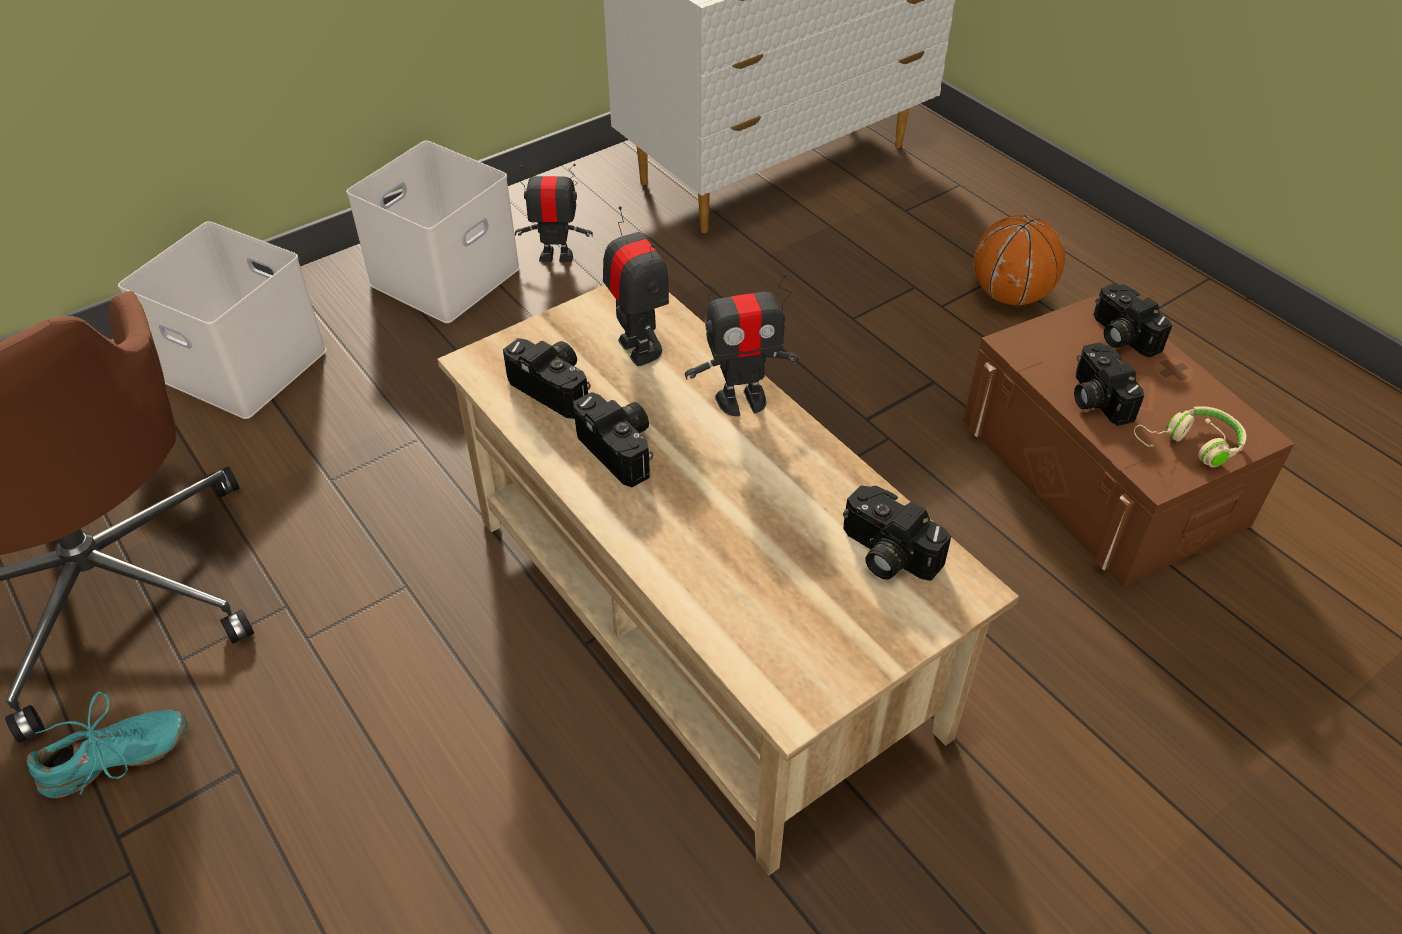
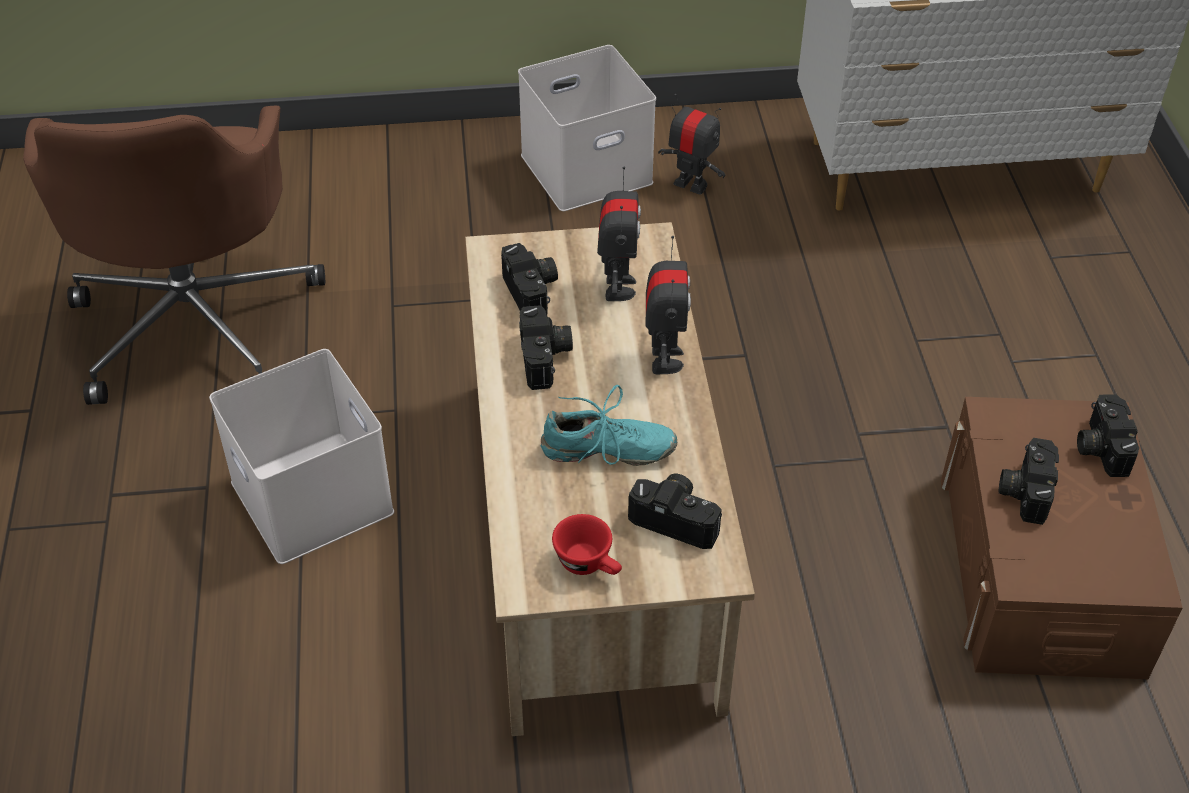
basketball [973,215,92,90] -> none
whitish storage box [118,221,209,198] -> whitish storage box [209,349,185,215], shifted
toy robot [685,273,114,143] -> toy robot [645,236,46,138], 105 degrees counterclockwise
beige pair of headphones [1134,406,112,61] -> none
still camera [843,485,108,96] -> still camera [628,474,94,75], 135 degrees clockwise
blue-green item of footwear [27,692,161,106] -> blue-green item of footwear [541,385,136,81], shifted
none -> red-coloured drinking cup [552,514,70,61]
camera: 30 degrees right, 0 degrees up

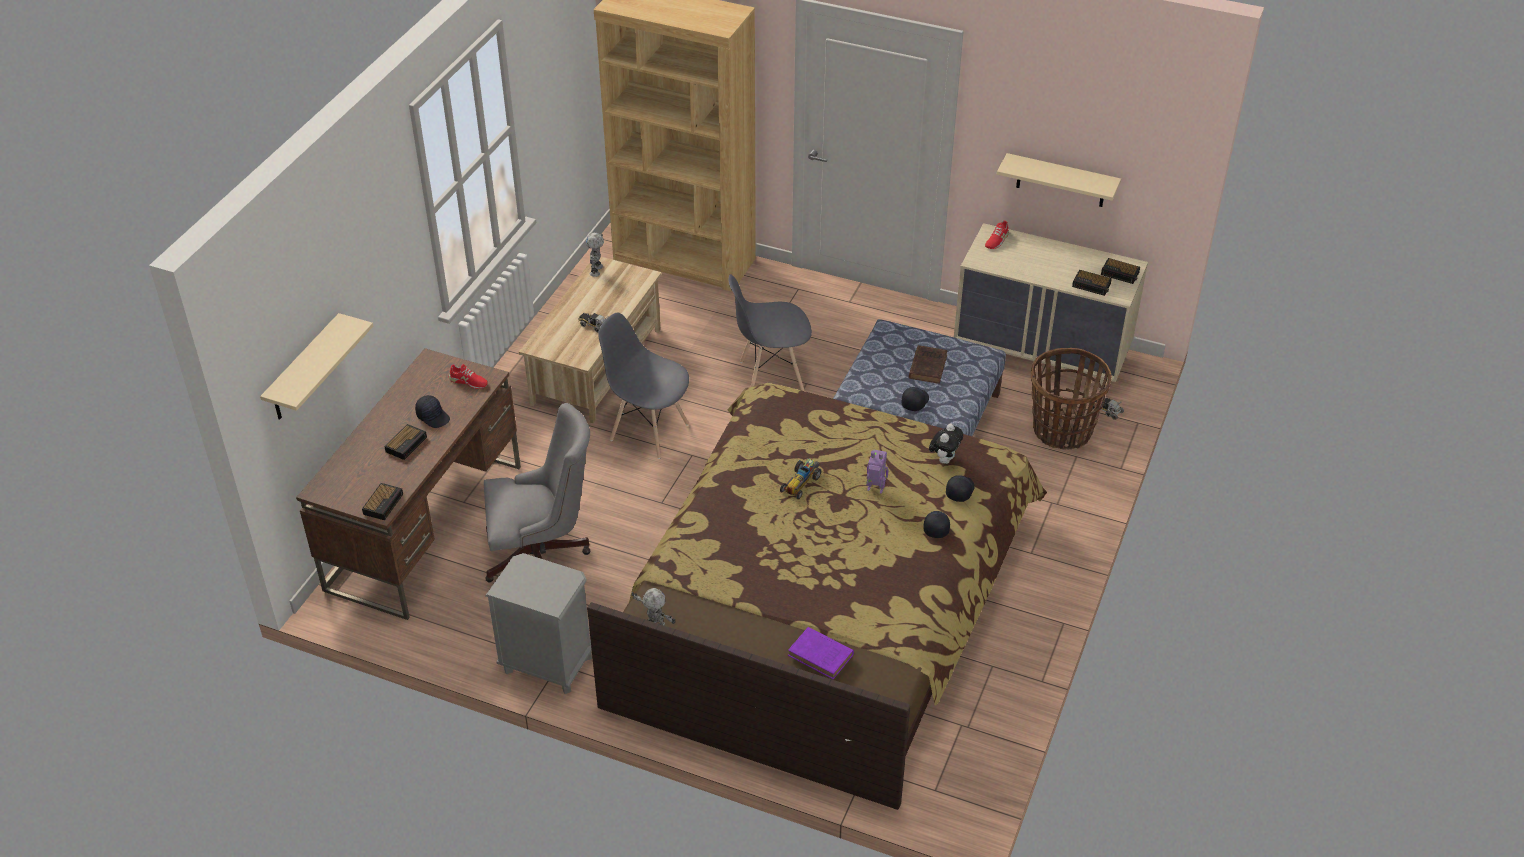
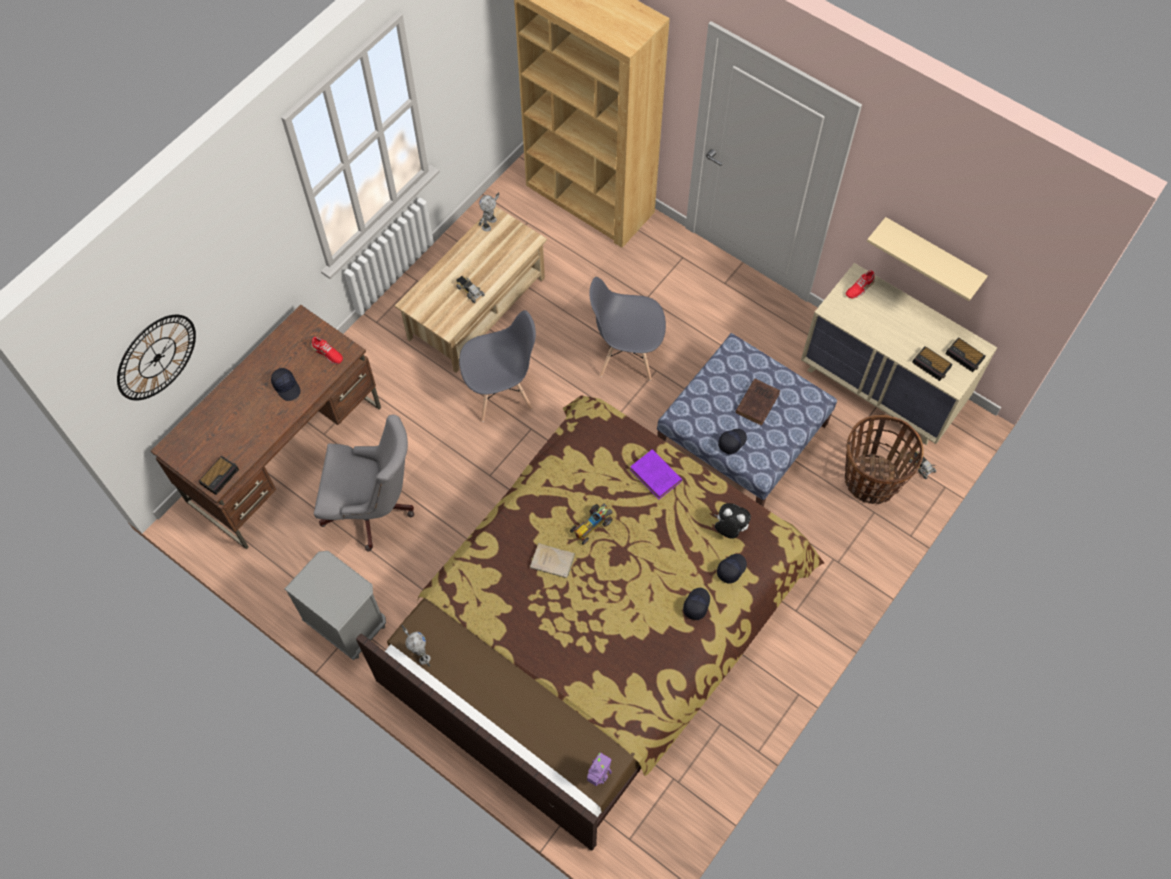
beige wall shelf [260,313,113,107] -> clock on the wall [117,315,79,85]
grey chair [598,313,91,146] -> grey chair [459,310,77,112], 120 degrees clockwise
alarm clock [384,424,43,36] -> none
plush toy [929,424,34,40] -> plush toy [714,503,37,36], 105 degrees counterclockwise
toy robot [867,450,21,44] -> toy robot [587,753,25,33], shifted
purple bound book [788,627,66,52] -> purple bound book [630,449,52,50], shifted
none -> beige bound book [530,543,45,35]
camera: 15 degrees right, 20 degrees up

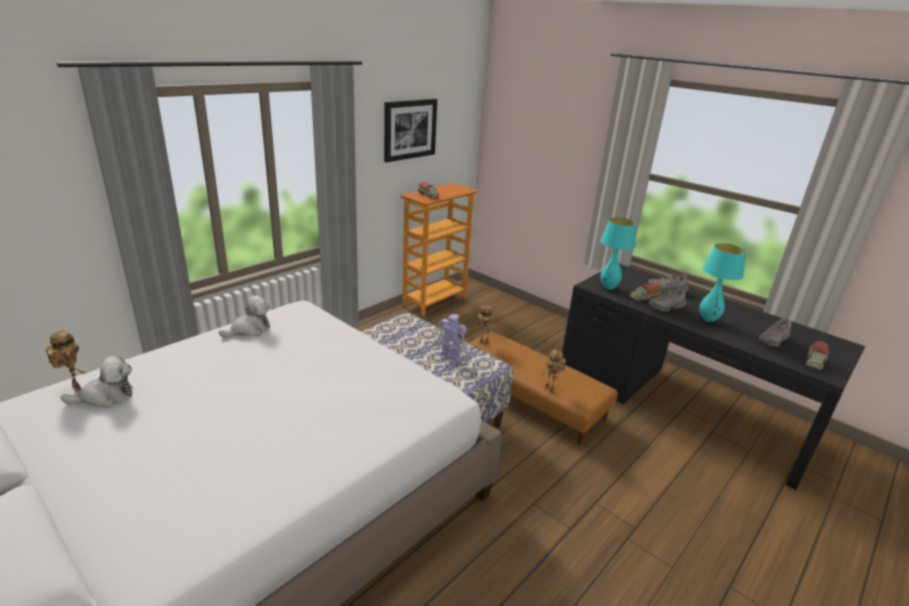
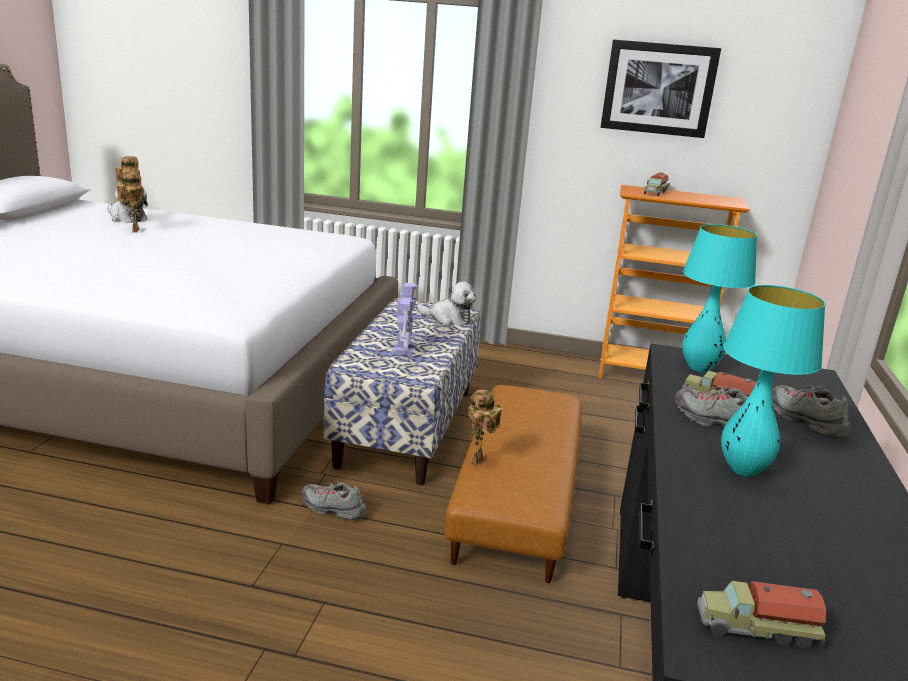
plush toy [219,295,51,43] -> plush toy [417,281,59,45], shifted
toy robot [478,305,16,39] -> toy robot [116,172,28,61], shifted
grey item of footwear [759,318,33,29] -> grey item of footwear [301,481,65,39], shifted
camera: 60 degrees right, 5 degrees down

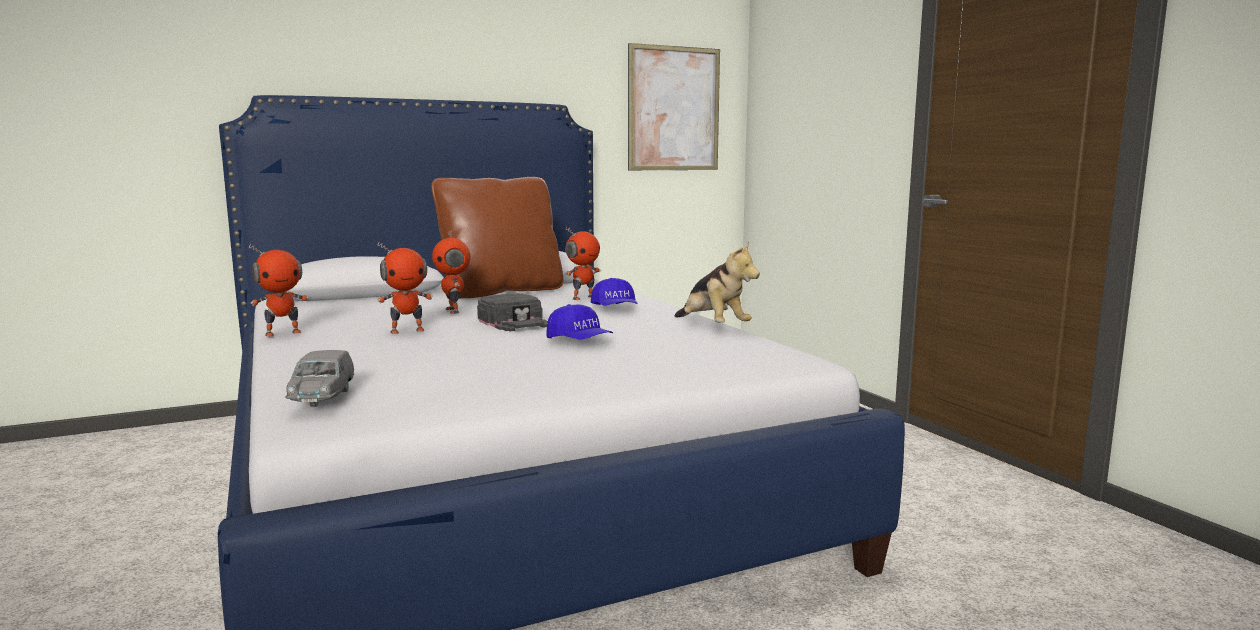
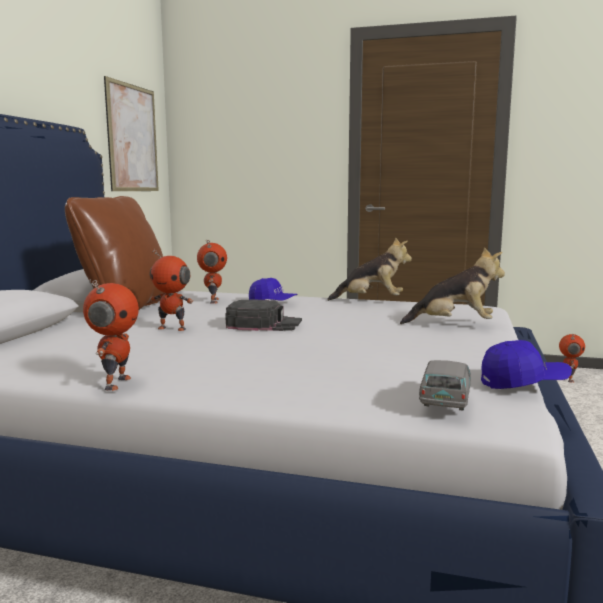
toy robot [378,242,54,92] -> toy robot [559,334,26,49], shifted
blue baseball cap [547,304,66,36] -> blue baseball cap [481,340,91,49], shifted
grey miniature car [285,350,69,57] -> grey miniature car [419,360,52,51], 105 degrees counterclockwise
none -> plush toy [400,247,105,77]
camera: 50 degrees left, 0 degrees up

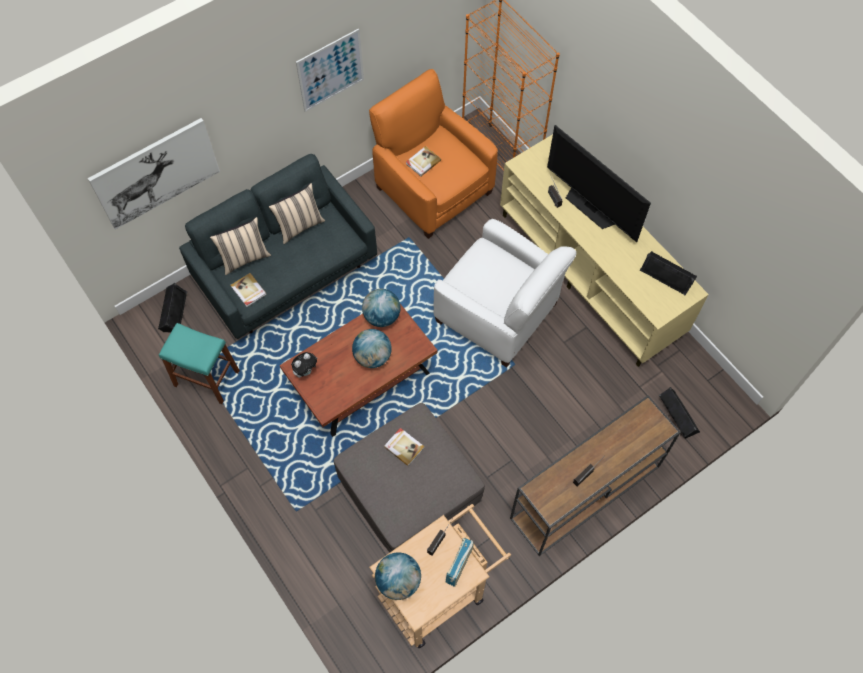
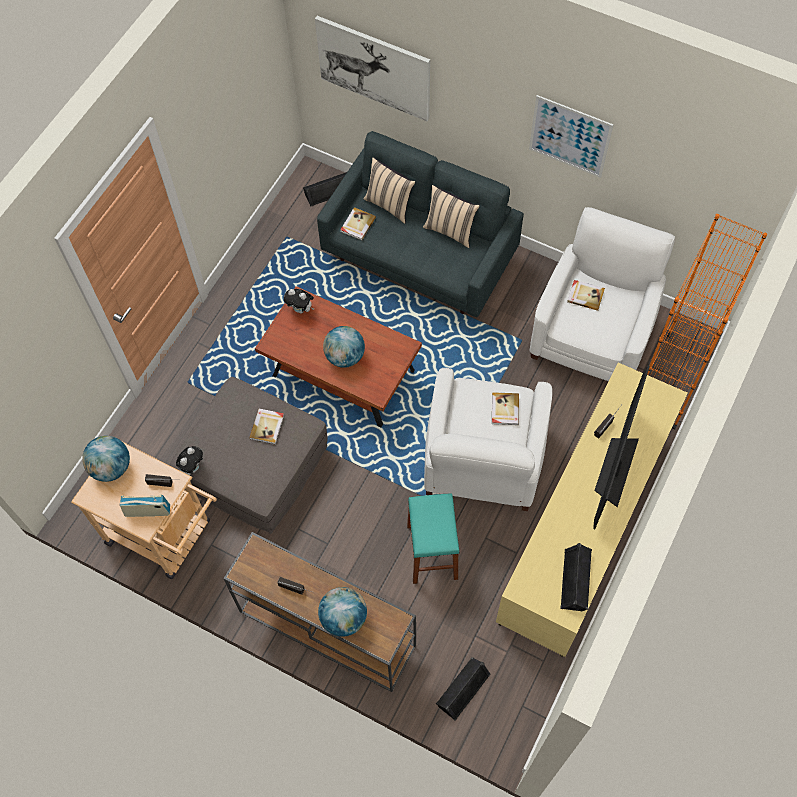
orange armchair [369,69,129,170] -> whitish armchair [529,207,146,174]
globe [362,289,39,38] -> globe [318,587,49,50], shifted
blue-green stool [159,323,81,81] -> blue-green stool [407,493,53,91], shifted
none -> bound book [492,392,27,33]
none -> plush toy [176,446,27,29]
camera: 65 degrees right, 0 degrees up

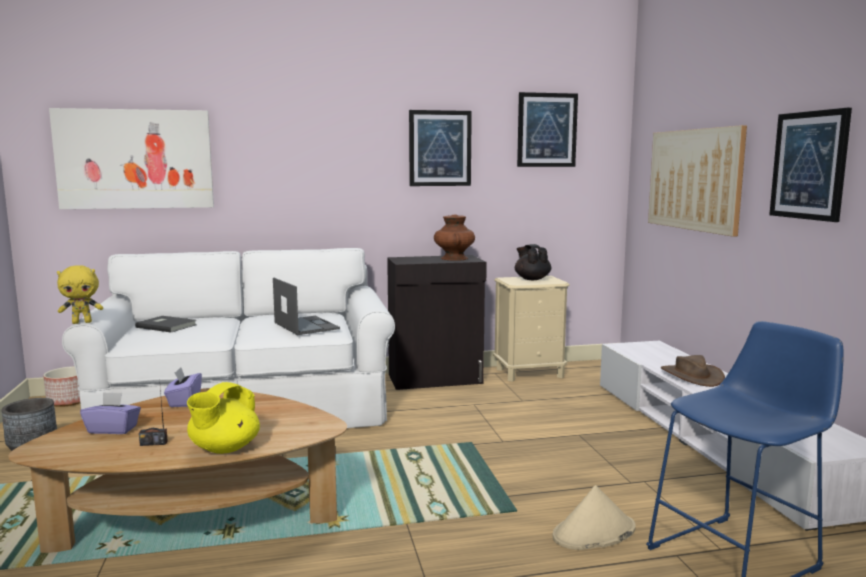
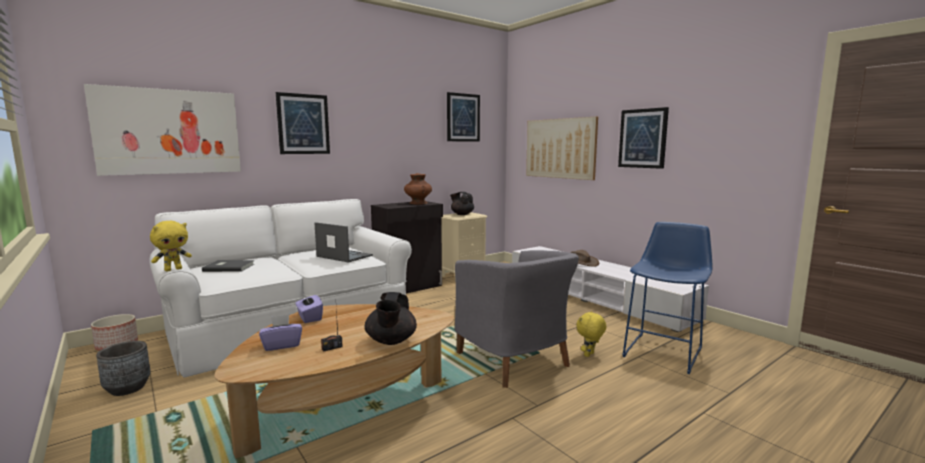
wall picture [409,110,63,76] -> wall picture [276,92,54,62], shifted
yellow-coloured tea pot [187,382,73,72] -> black tea pot [365,292,52,53]
beige wearable hat [553,485,83,65] -> yellow-coloured plush toy [577,311,29,46]
none -> grey armchair [455,250,124,138]
camera: 25 degrees left, 0 degrees up

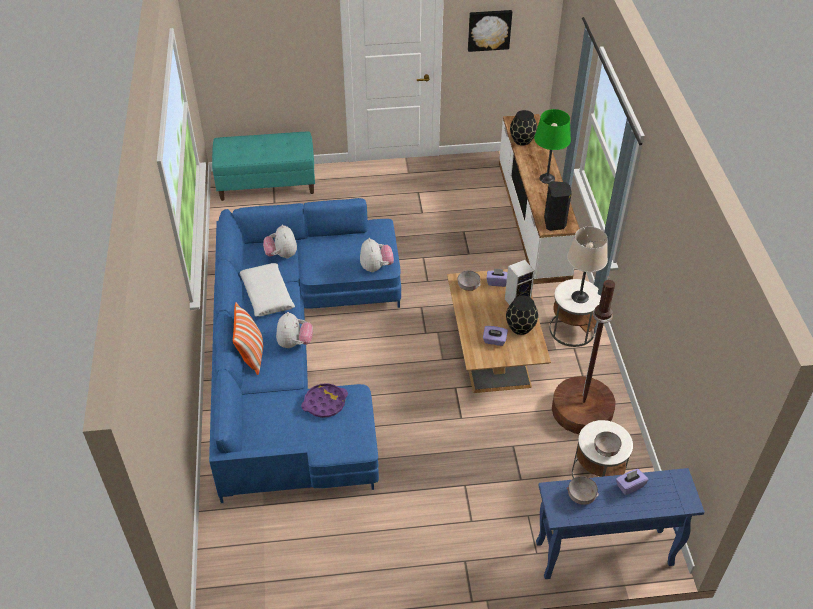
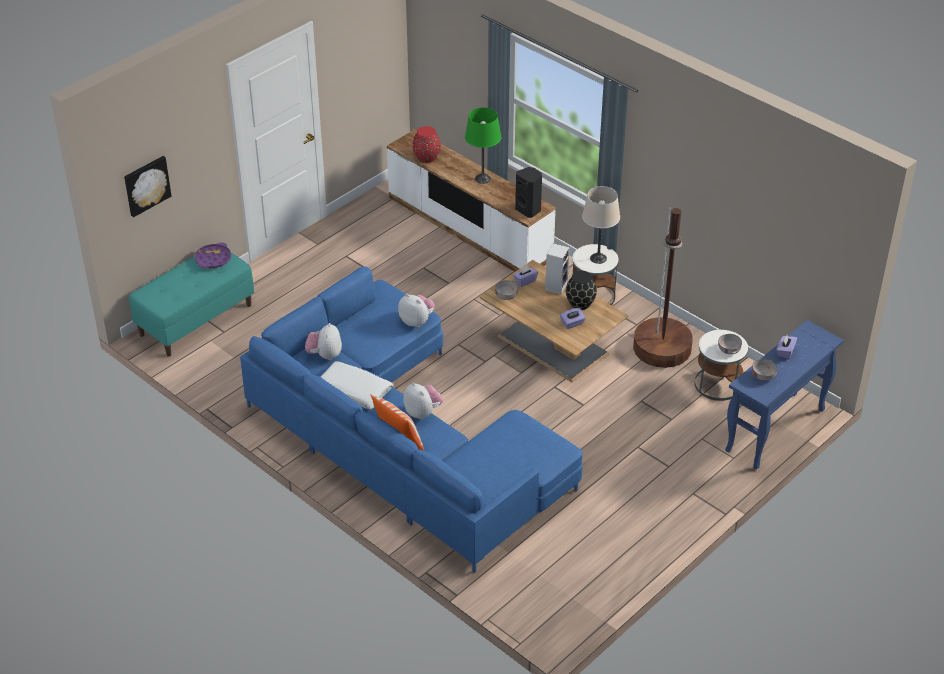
wall picture [468,10,44,42] -> wall picture [124,156,47,61], shifted
black vase [510,110,27,36] -> red-coloured vase [412,126,29,37]
plush toy [263,225,34,34] -> plush toy [305,323,37,37], 60 degrees clockwise
purple carrying tray [301,383,47,35] -> purple carrying tray [195,243,36,26], shifted
camera: 40 degrees left, 5 degrees down

